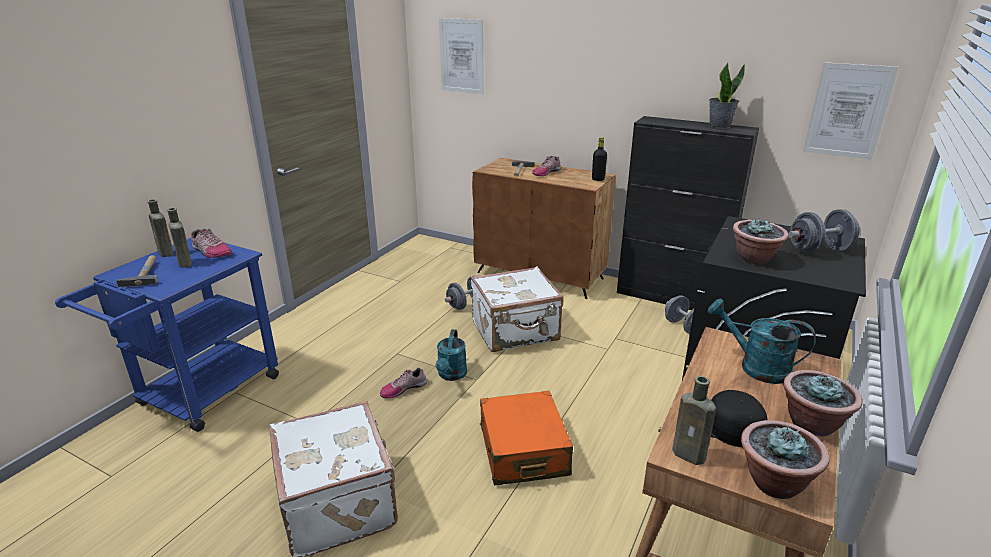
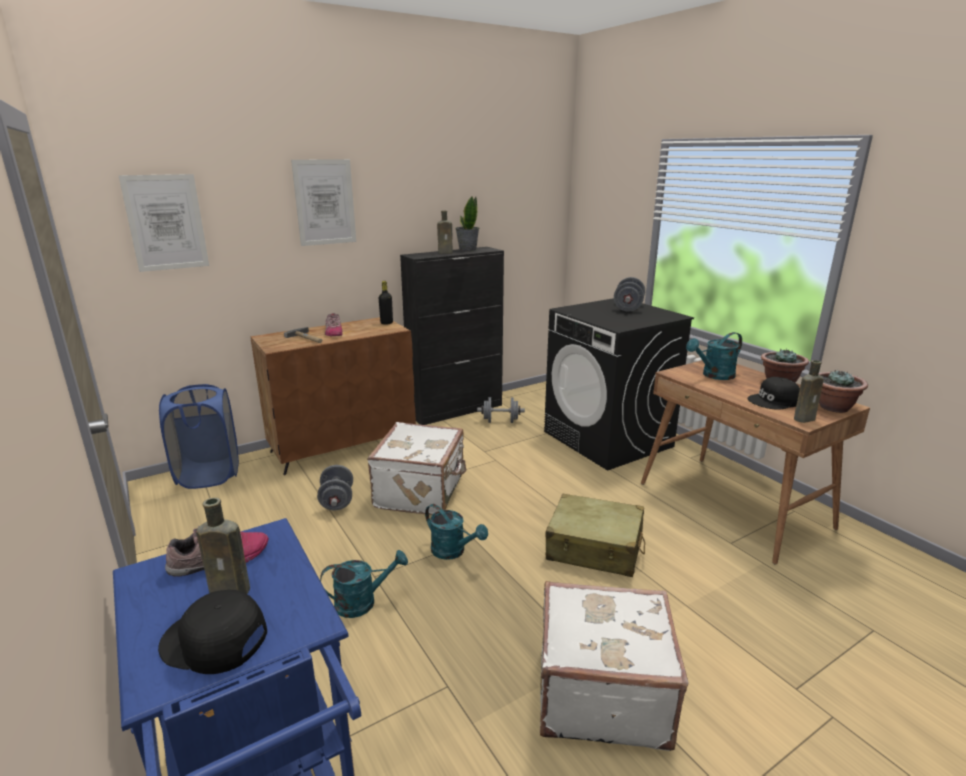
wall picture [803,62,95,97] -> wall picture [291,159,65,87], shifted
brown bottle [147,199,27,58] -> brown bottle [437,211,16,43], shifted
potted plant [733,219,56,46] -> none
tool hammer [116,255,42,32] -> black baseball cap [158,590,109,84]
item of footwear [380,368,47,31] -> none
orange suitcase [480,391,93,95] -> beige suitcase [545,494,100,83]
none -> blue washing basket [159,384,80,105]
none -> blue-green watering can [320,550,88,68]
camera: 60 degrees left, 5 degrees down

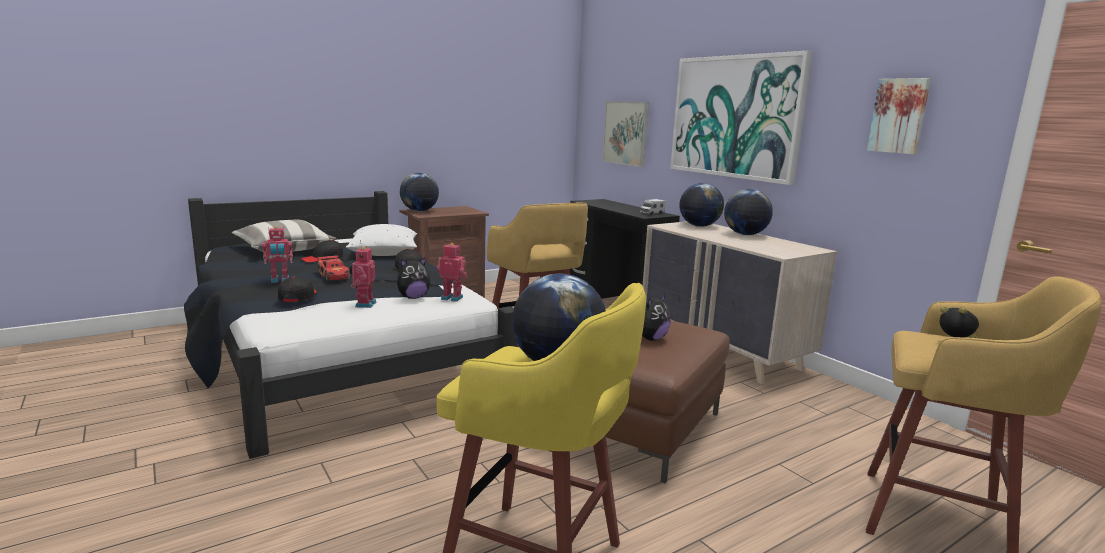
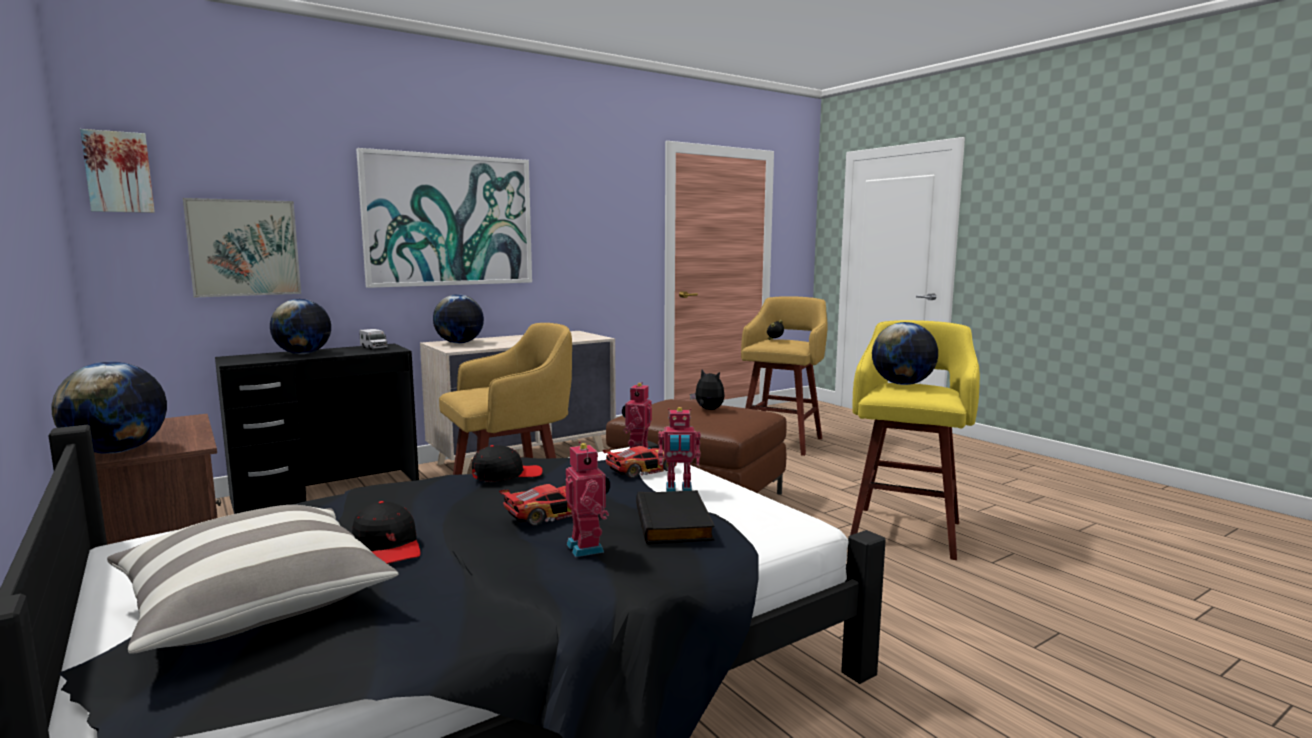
wall picture [867,78,64,76] -> wall picture [80,129,75,84], shifted
globe [724,189,49,46] -> globe [270,299,61,55], shifted
whitish pillow [346,224,71,32] -> none
plush toy [397,257,33,42] -> miniature car [602,446,75,32]
black baseball cap [278,276,39,26] -> black bound book [636,490,79,54]
camera: 90 degrees left, 5 degrees down

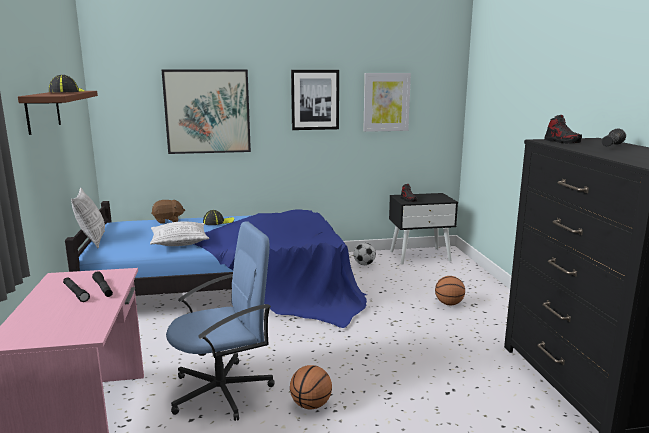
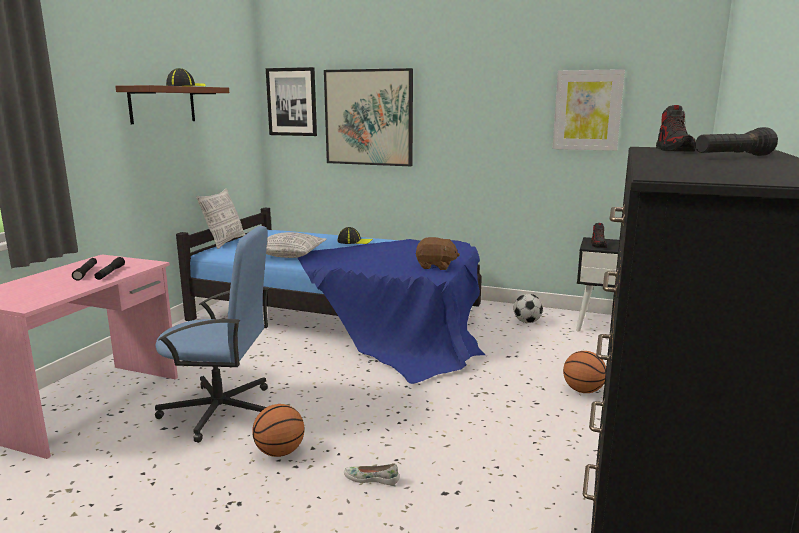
wall picture [291,70,48,60] -> wall picture [266,67,51,69], shifted
brown plush toy [151,200,34,24] -> brown plush toy [415,237,45,33], shifted
none -> whitish item of footwear [344,463,55,22]
camera: 30 degrees right, 0 degrees up

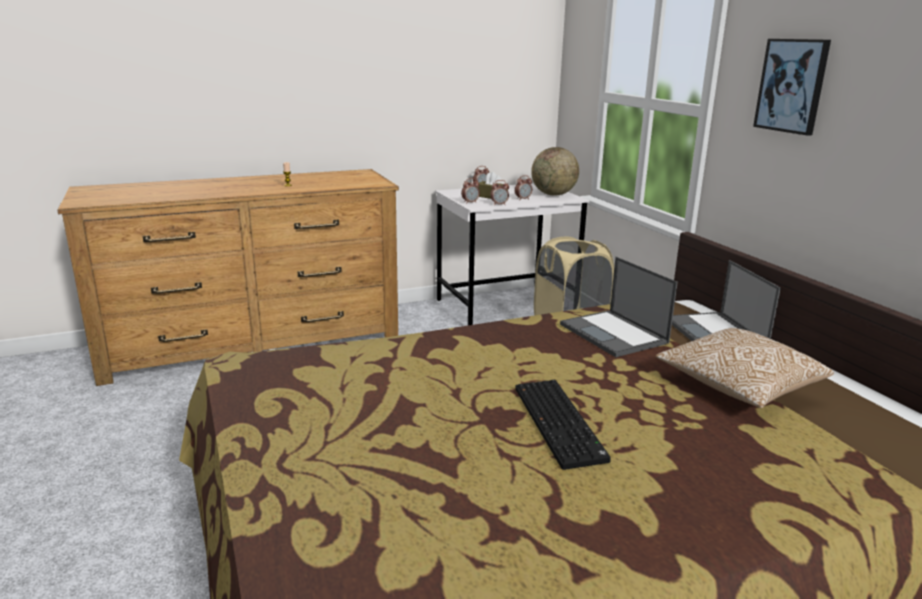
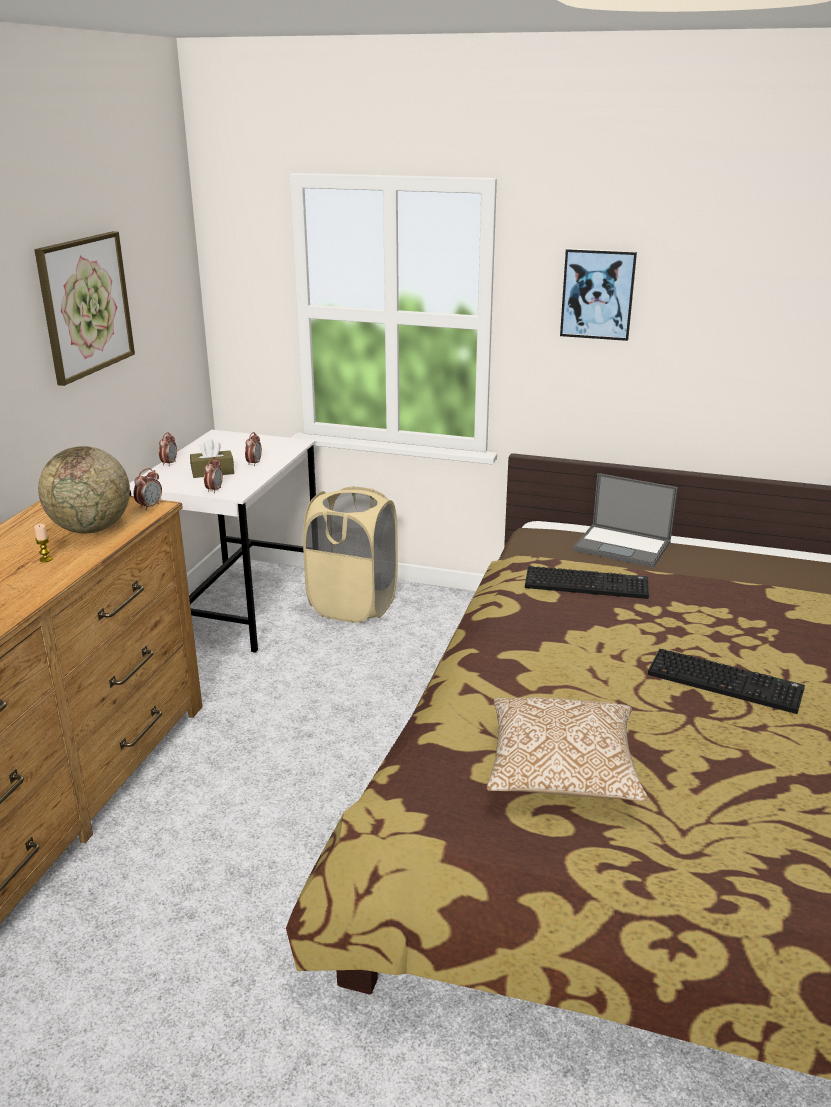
globe [531,147,48,49] -> globe [38,446,92,87], shifted
alarm clock [491,180,18,25] -> alarm clock [134,468,28,42], shifted
laptop [560,257,118,100] -> PC keyboard [525,566,124,33]
pillow [656,328,178,80] -> pillow [487,697,162,105], shifted
none -> wall picture [35,231,100,155]
camera: 50 degrees left, 5 degrees up

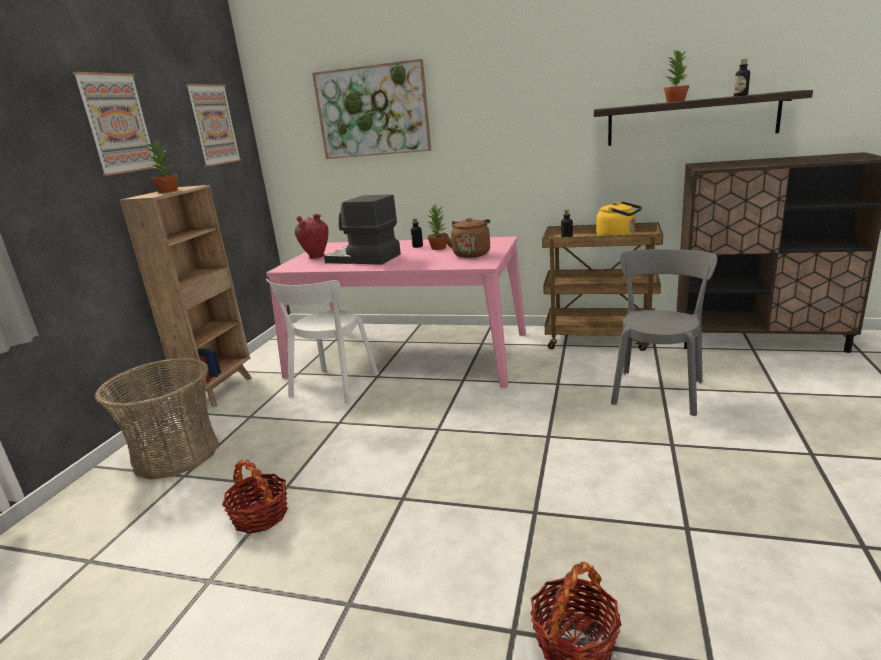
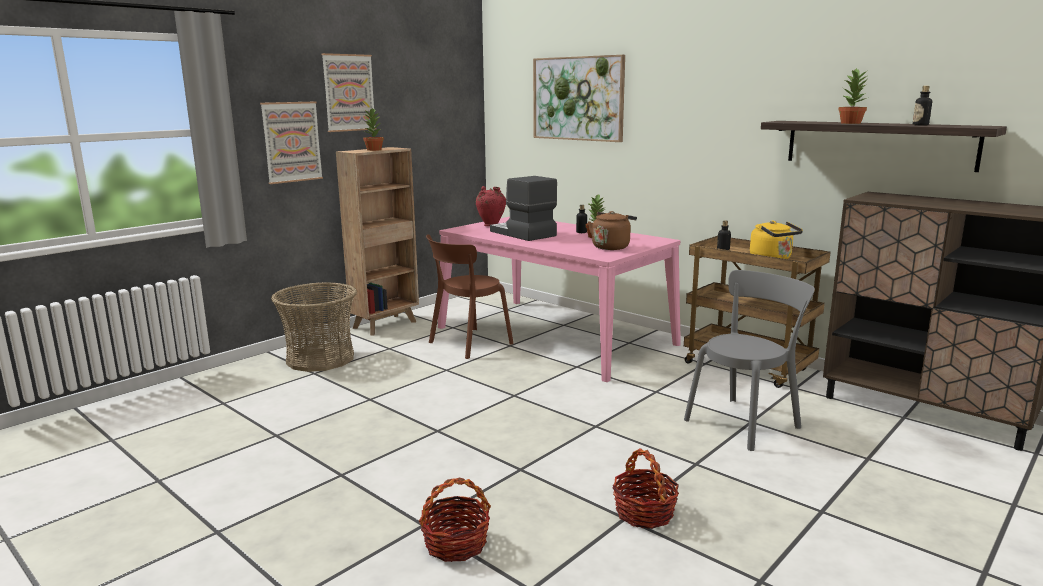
wall picture [185,84,56,83] -> wall picture [260,102,63,82], shifted
whitish chair [266,279,113,125] -> brown chair [426,234,88,125]
basket [222,459,66,75] -> basket [612,448,67,81], shifted
camera: 25 degrees right, 5 degrees down

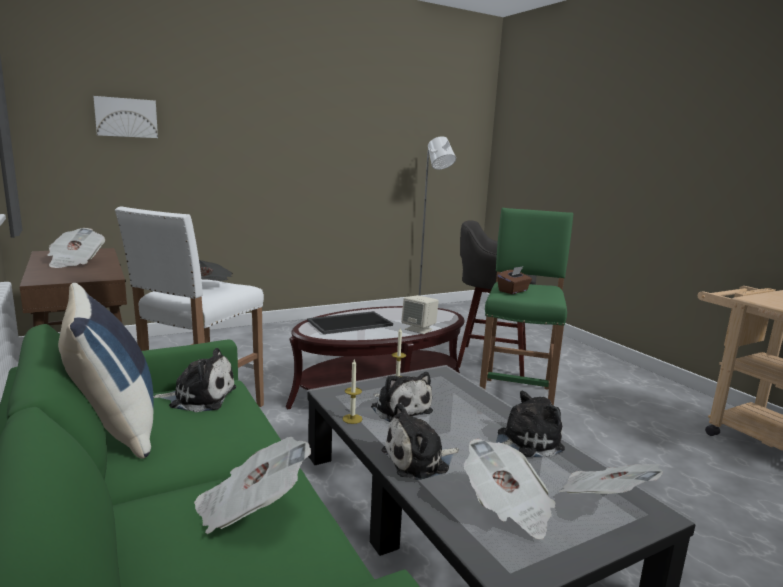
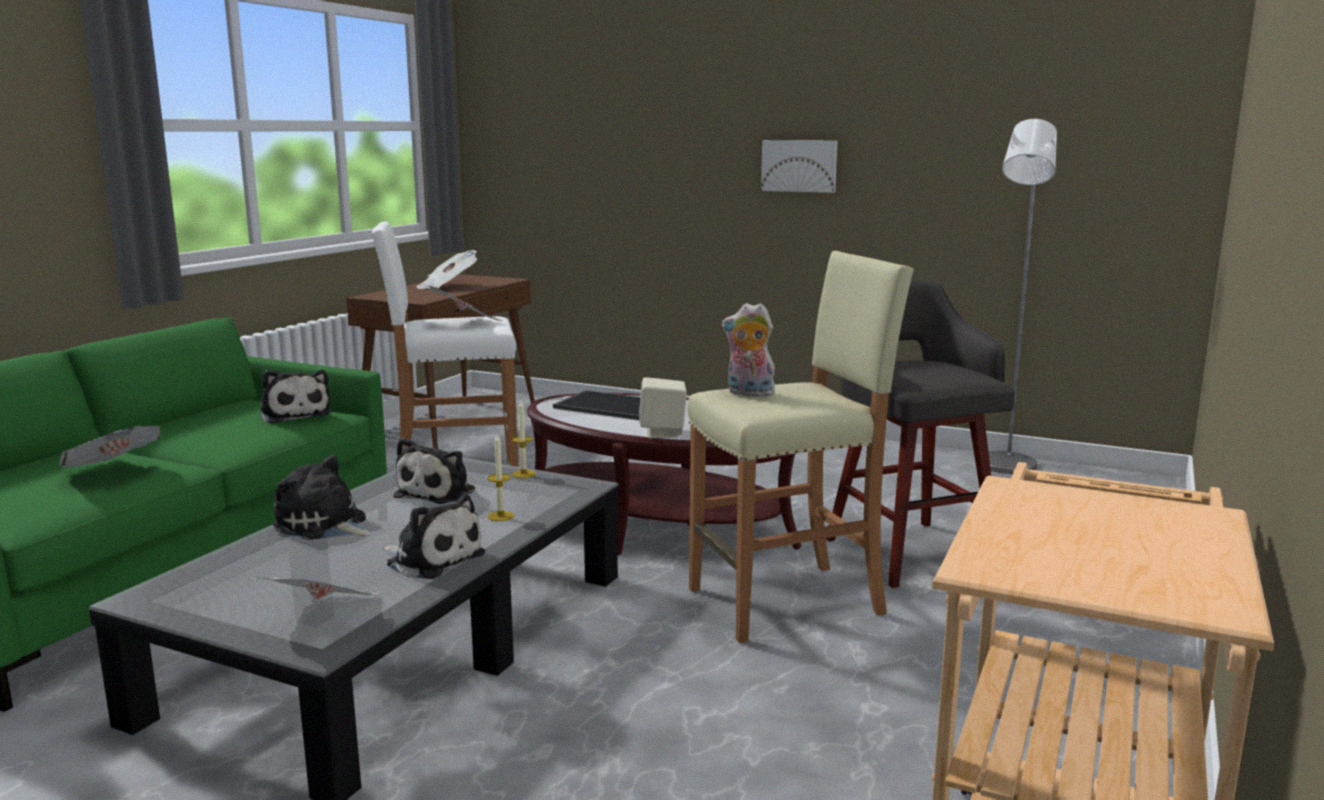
wall picture [93,96,65,42] -> wall picture [761,140,77,53], shifted
greenish stool [480,208,93,197] -> beige stool [687,251,227,392]
brown tissue box [497,266,35,28] -> plush toy [722,303,56,94]
blue pillow [58,283,96,176] -> none
wax candle [343,358,20,66] -> wax candle [487,434,27,87], shifted
printed paper [464,439,92,100] -> none
camera: 55 degrees right, 0 degrees up

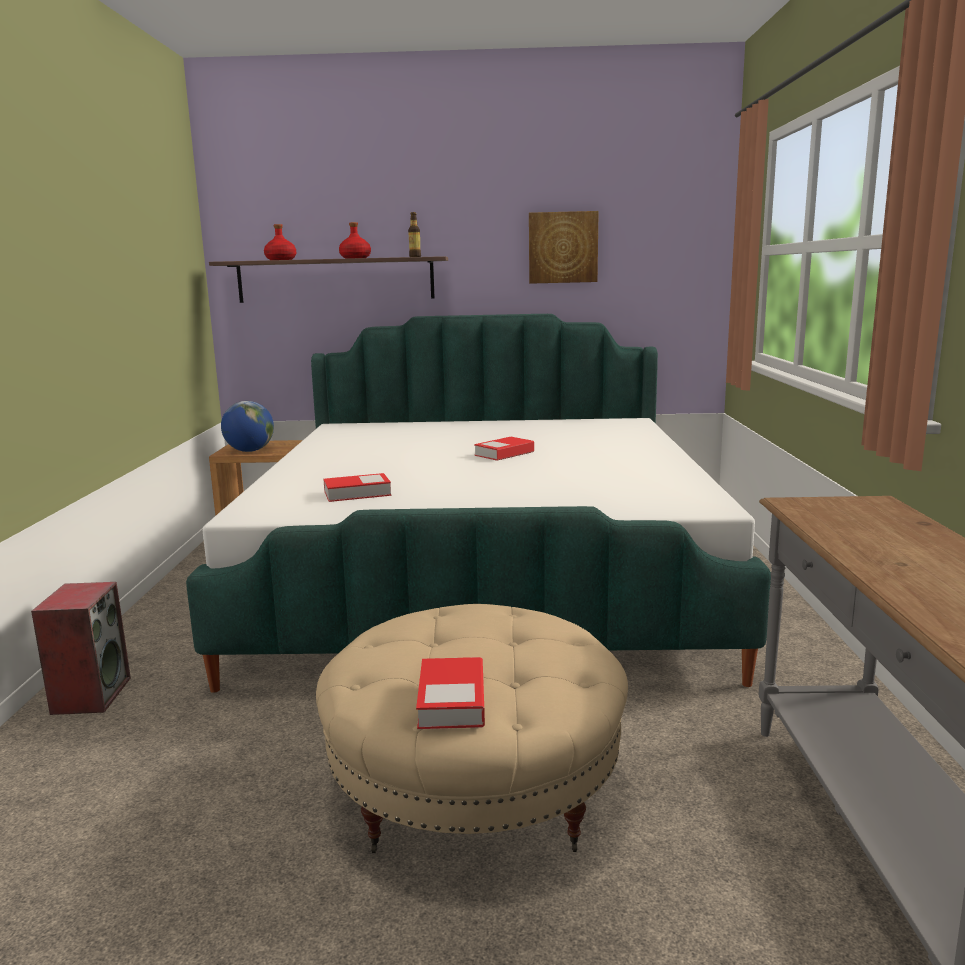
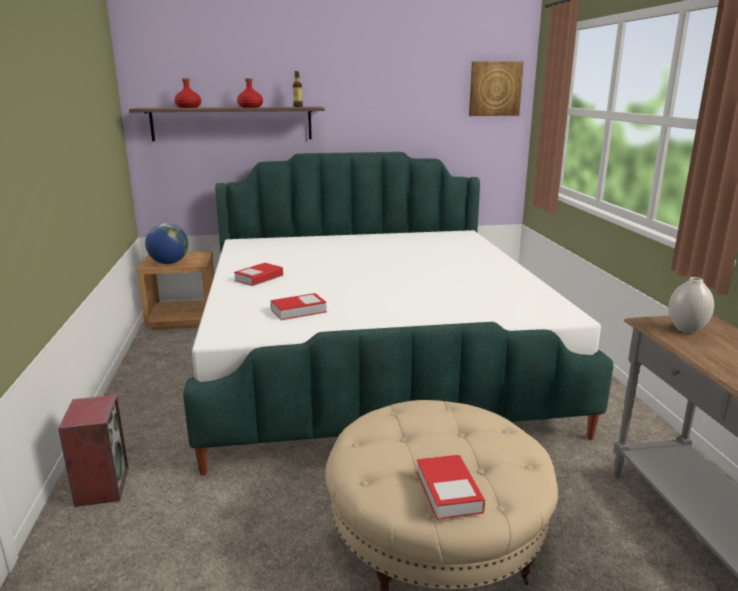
wall picture [529,211,70,73] -> wall picture [469,61,55,55], shifted
bound book [474,437,60,24] -> bound book [234,263,49,23], shifted
none -> whitish vase [669,277,45,56]
camera: 10 degrees left, 5 degrees up

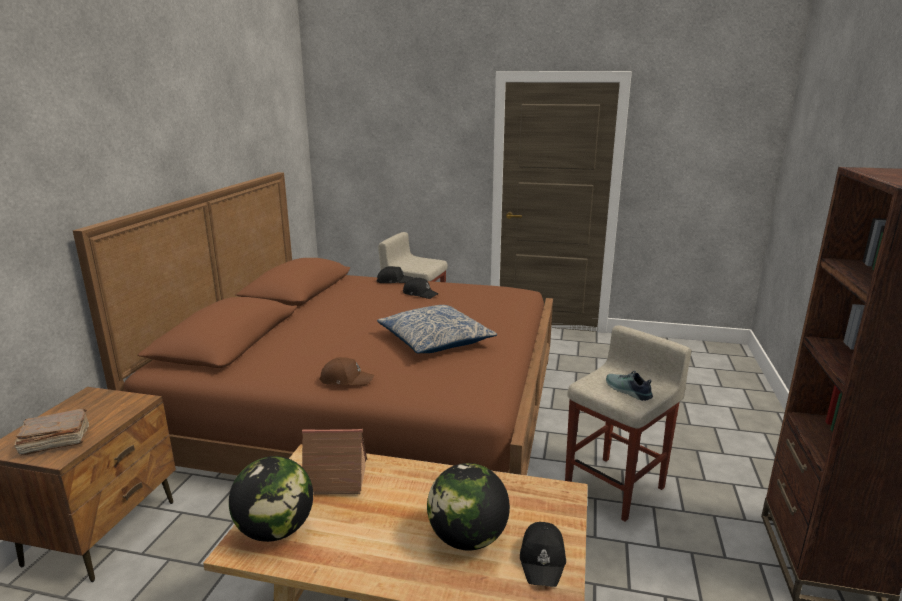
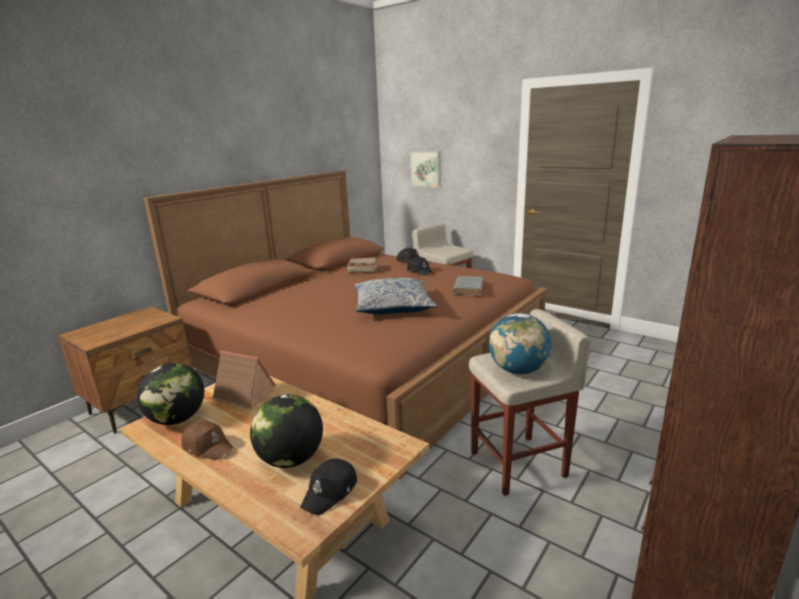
brown baseball cap [319,357,55,29] -> brown baseball cap [181,420,53,40], shifted
item of footwear [606,371,47,30] -> globe [489,313,63,61]
brown bound book [14,408,75,48] -> brown bound book [347,258,30,16], shifted
none -> wall picture [410,151,31,36]
none -> grey bound book [453,276,30,19]
camera: 25 degrees right, 0 degrees up

